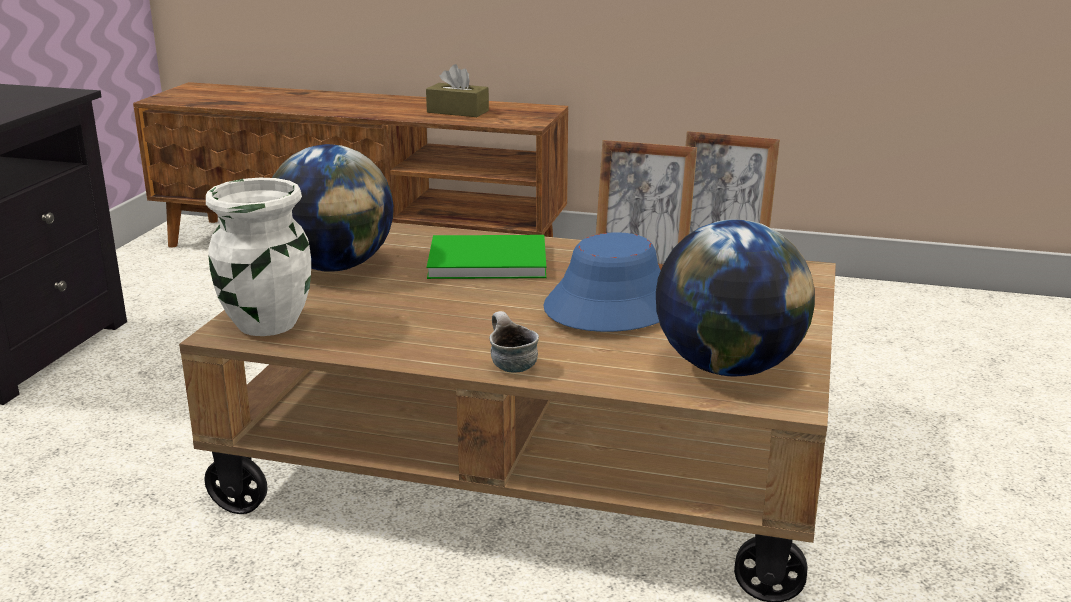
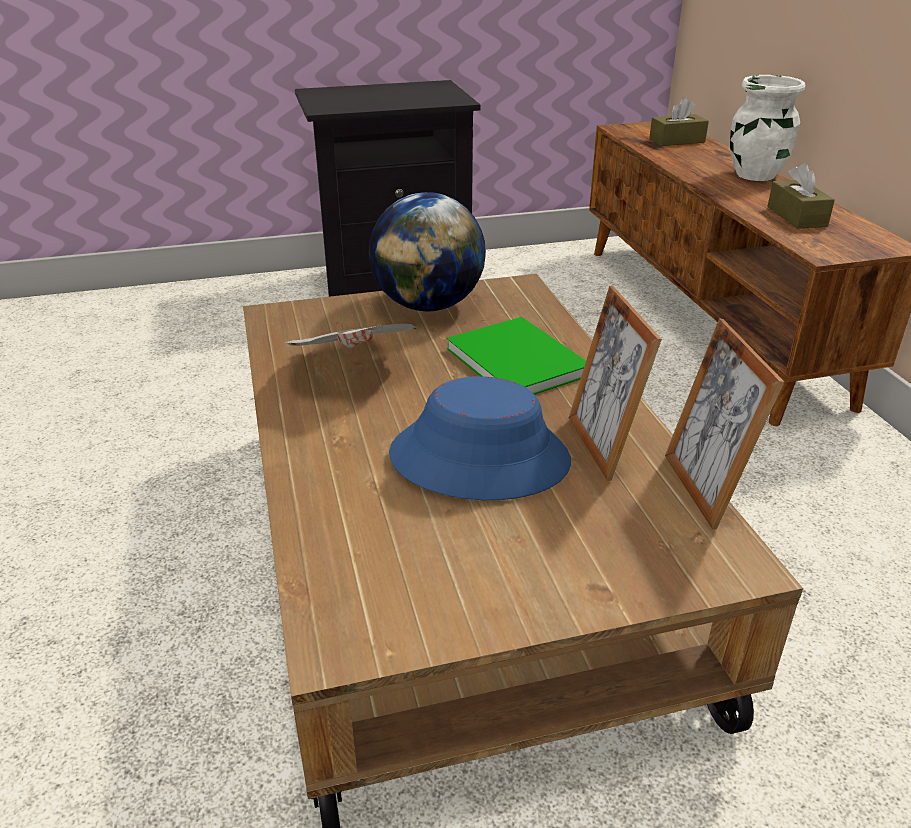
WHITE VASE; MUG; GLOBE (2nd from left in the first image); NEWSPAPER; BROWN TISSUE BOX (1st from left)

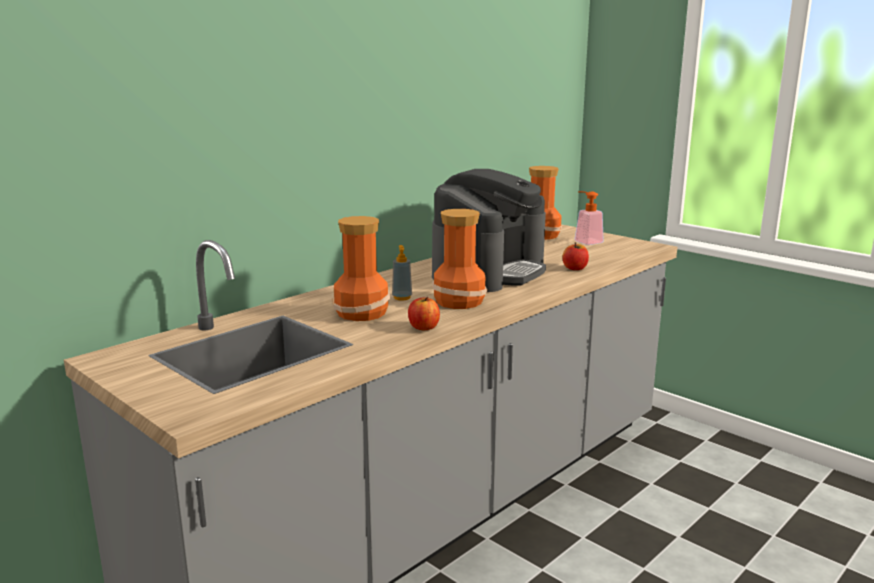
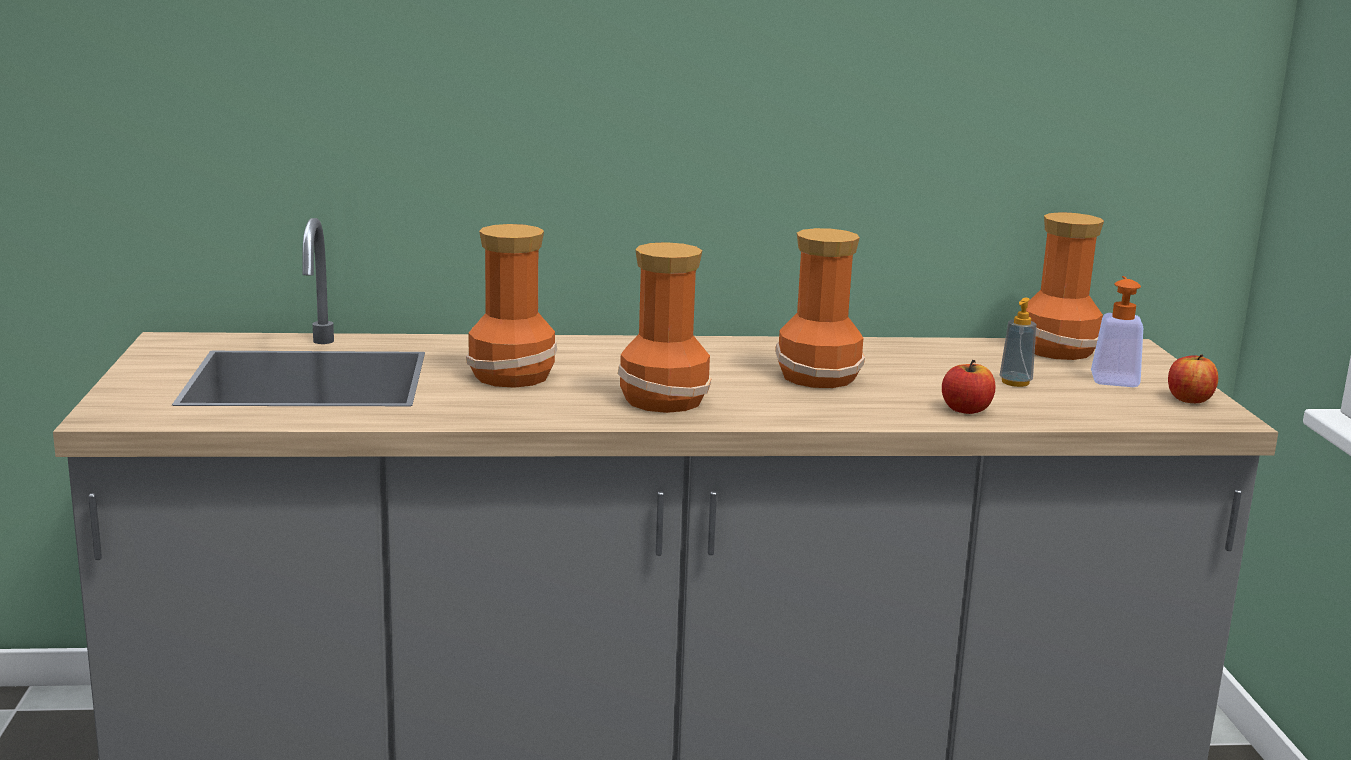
SOAP DISPENSER (1st from left); APPLE (2nd from left); VASE (3rd from left)

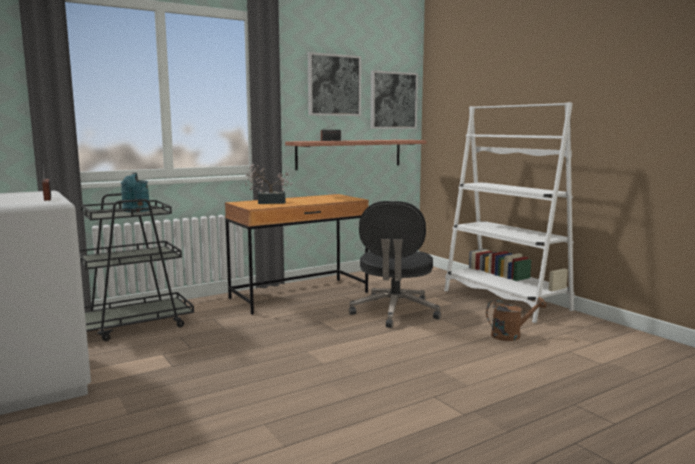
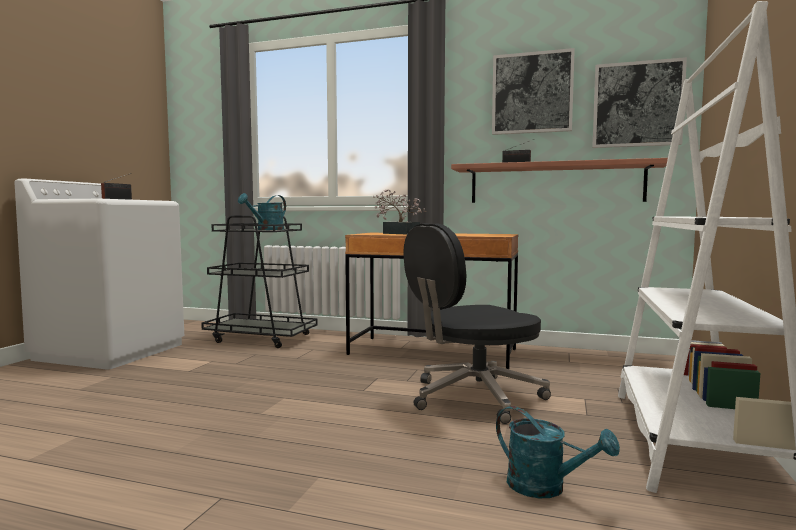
TURQUOISE WATERING CAN (2nd from left)

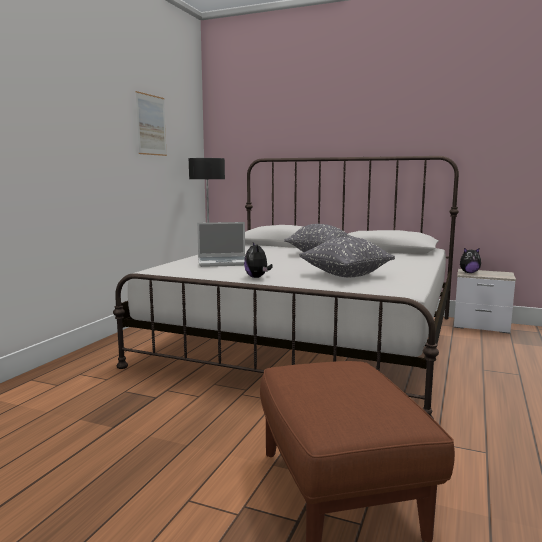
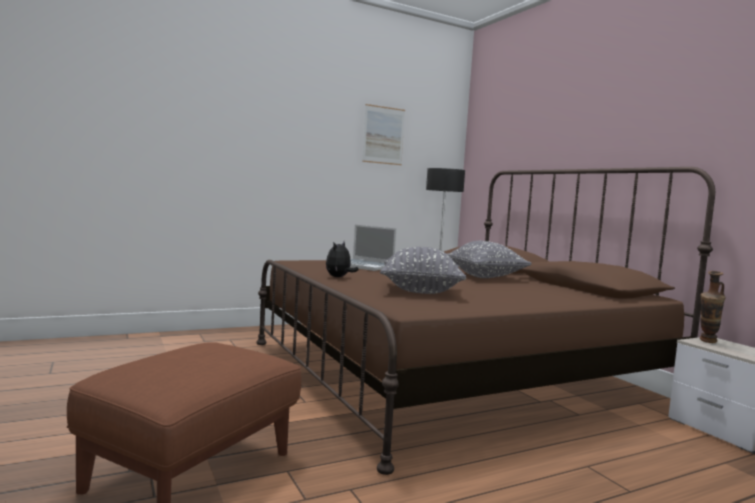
BROWN BED; VASE

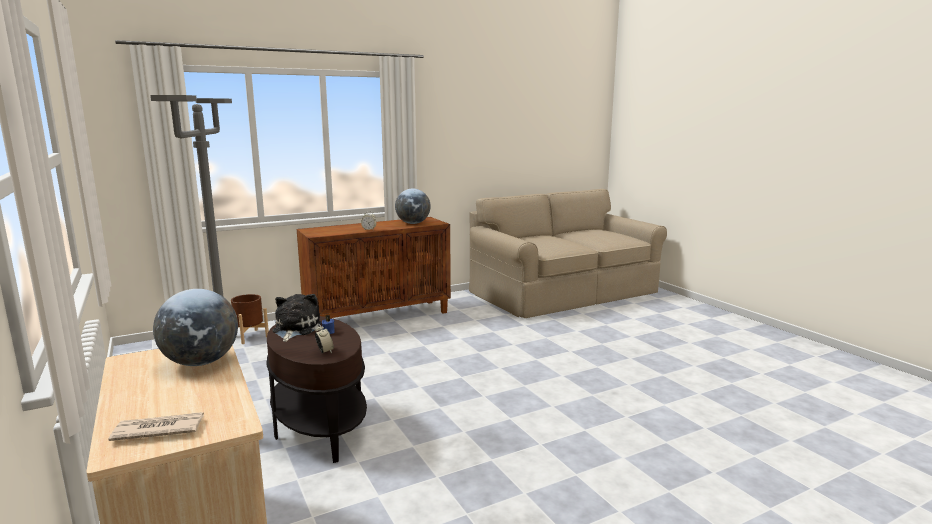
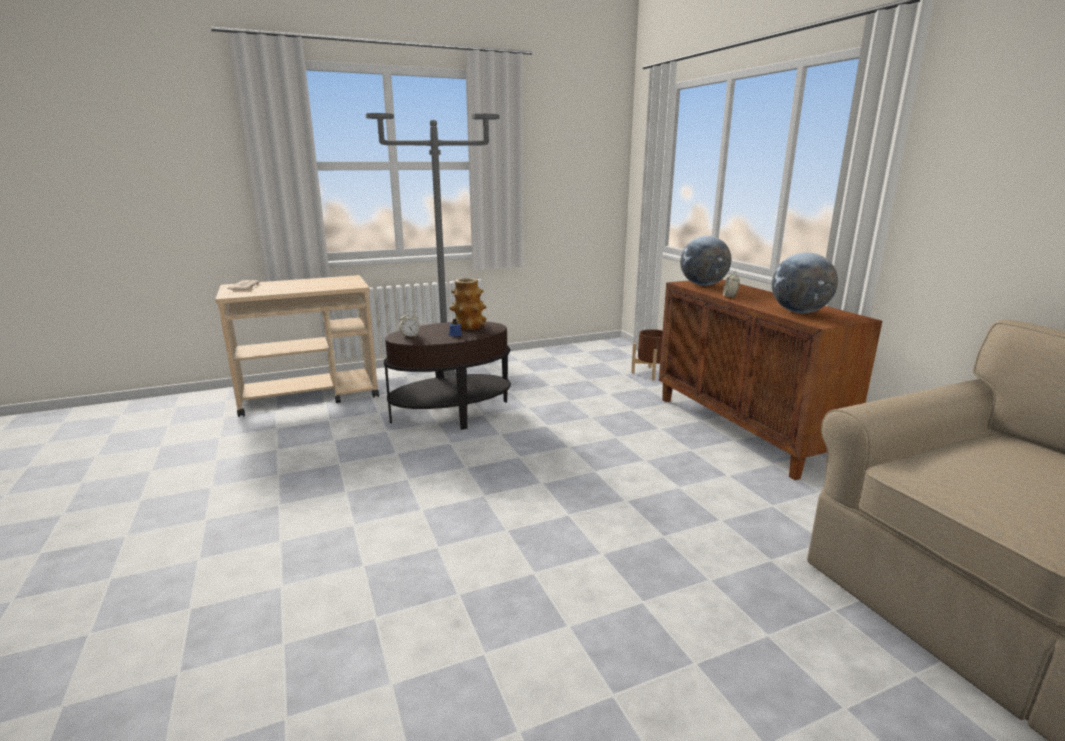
GLOBE (1st from left); VASE

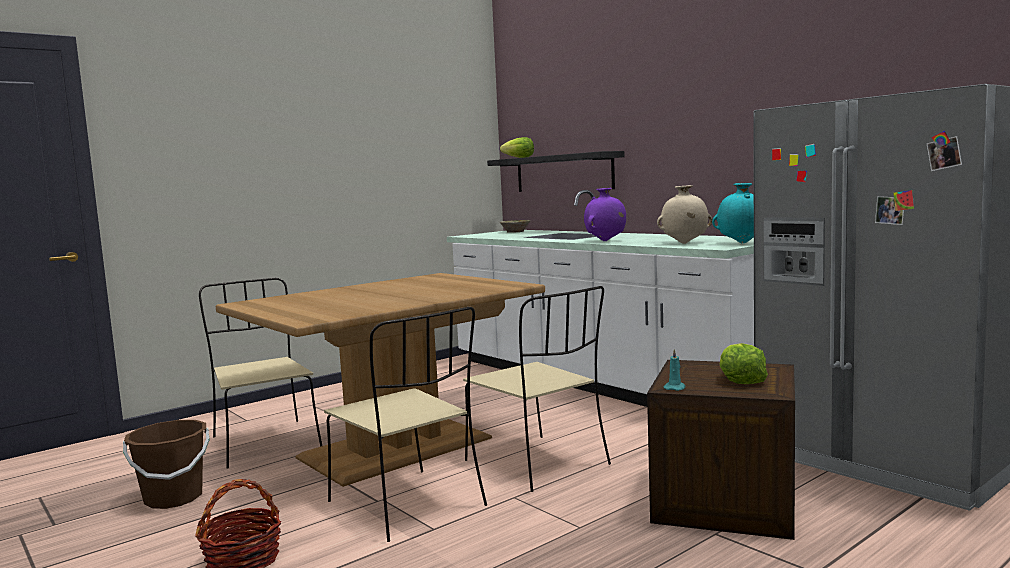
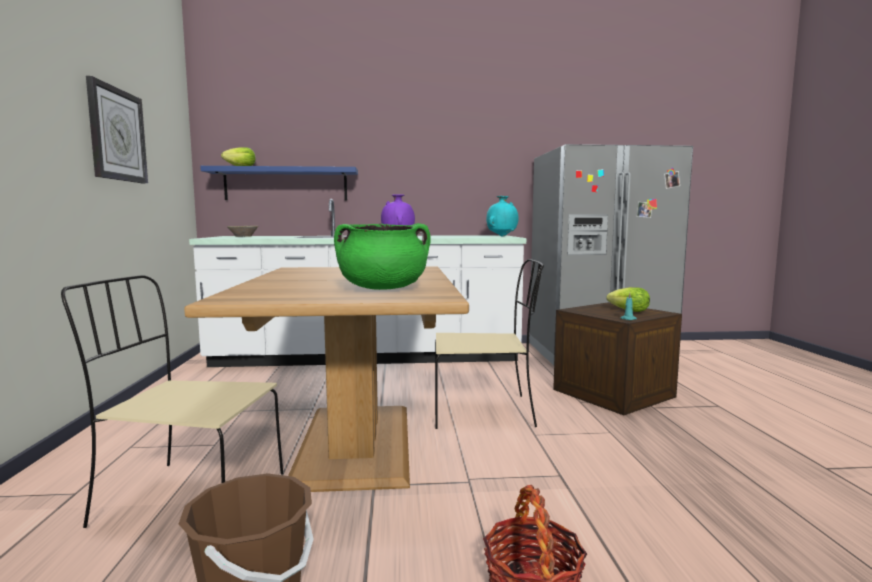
BEIGE CHAIR (2nd from left in the first image); BLUE SHELF; BEIGE VASE; WALL CLOCK; GREEN COOKING POT

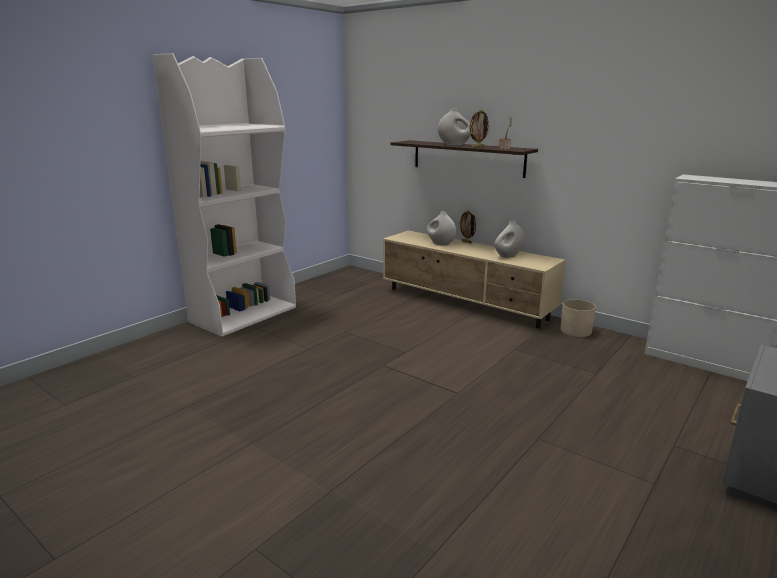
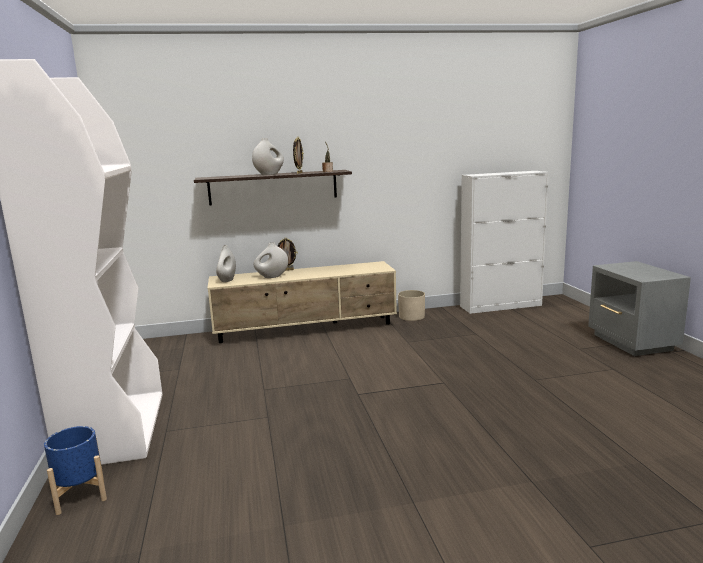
WHITE VASE (1st from left); BLUE PLANTER

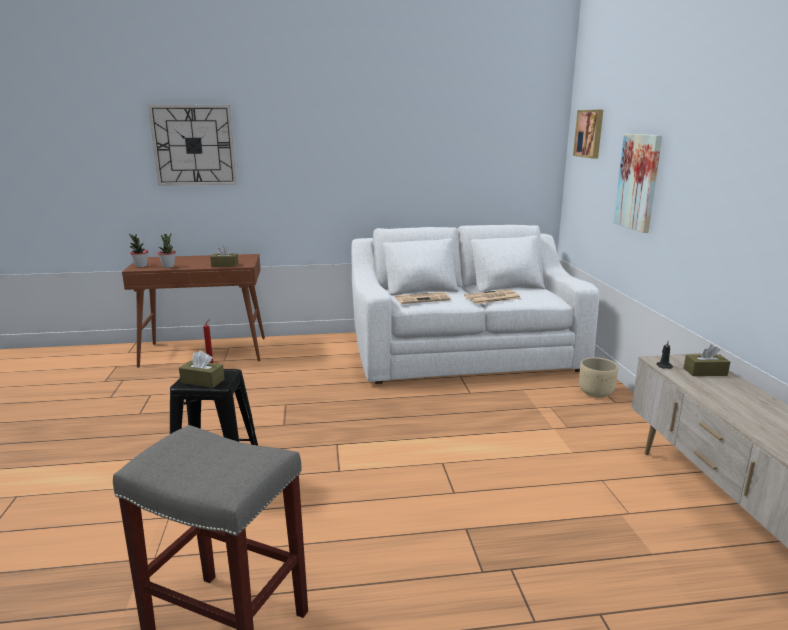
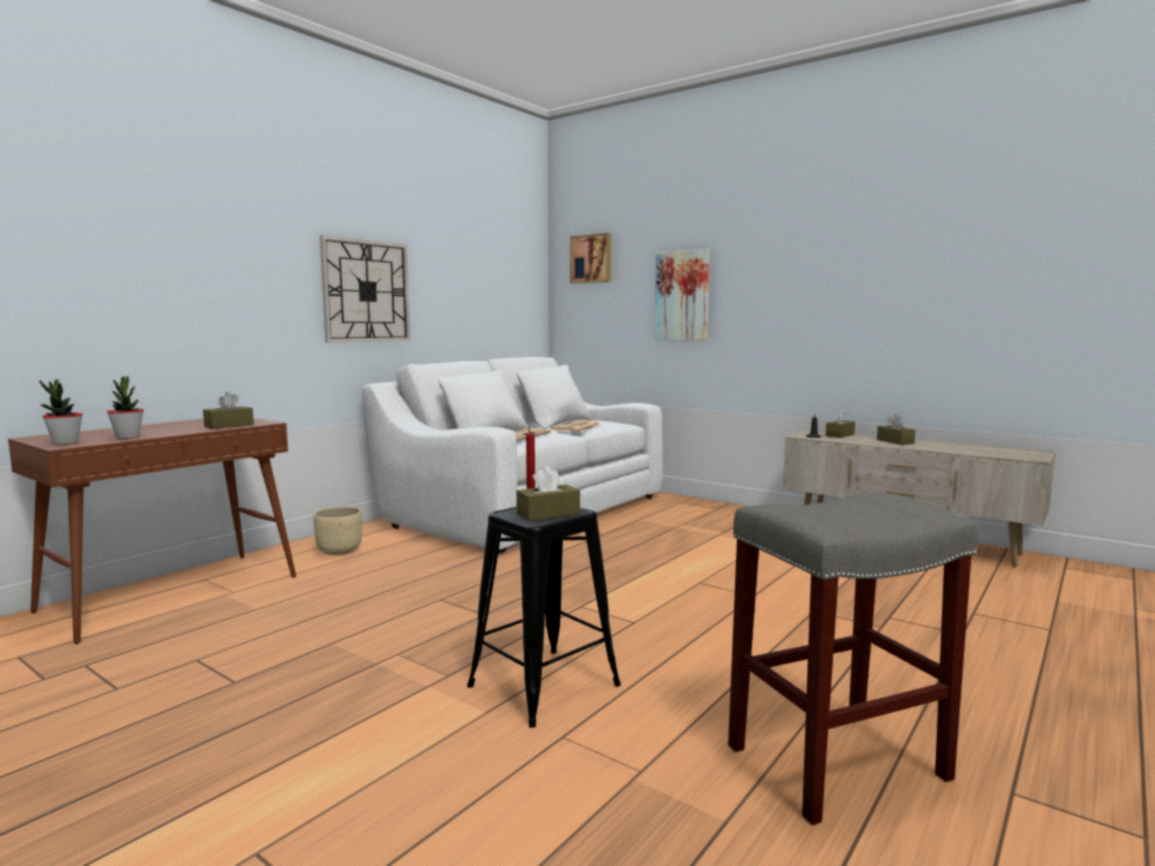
WALL CLOCK; BEIGE PLANTER; BROWN TISSUE BOX (4th from left)

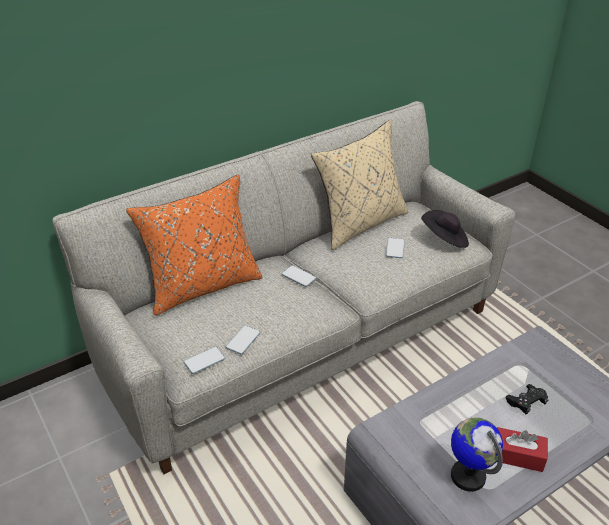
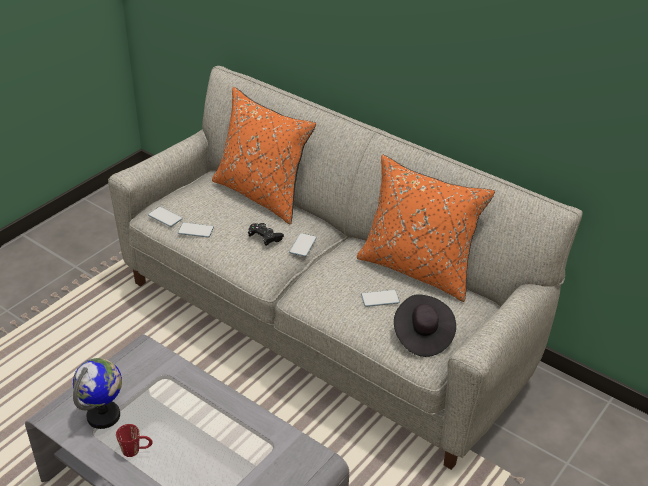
ORANGE PILLOW (2nd from left); RED MUG; BLACK GAME CONTROLLER

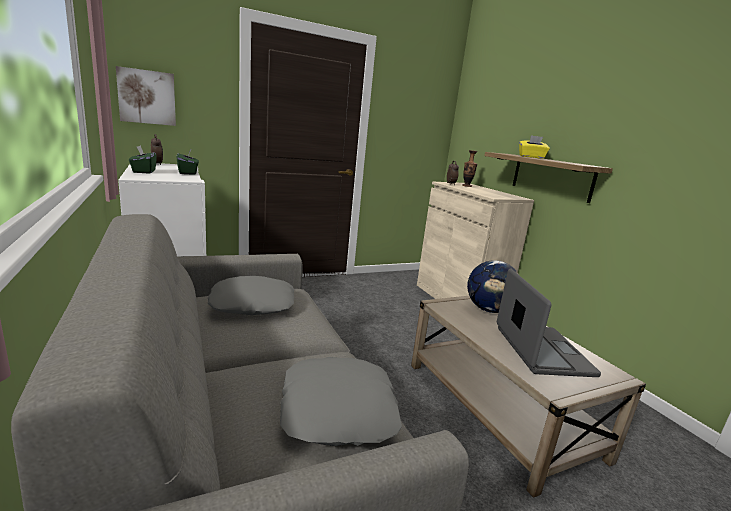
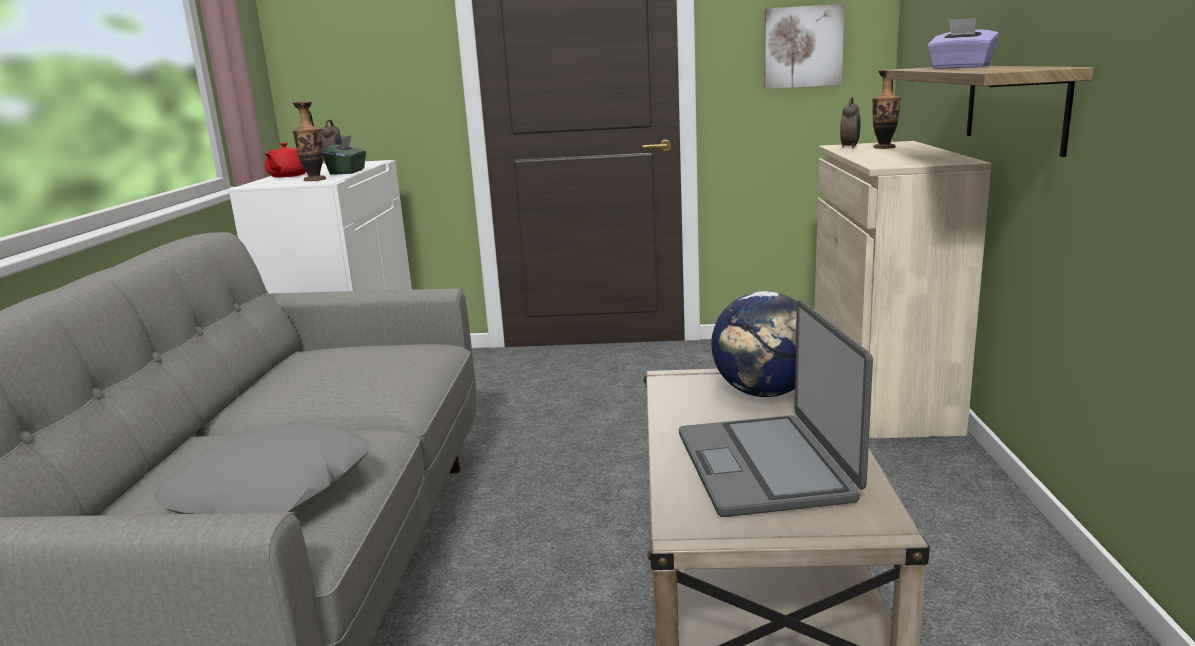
PICTURE; RED TEAPOT; GREY PILLOW (1st from left in the first image); LAPTOP; PURPLE TISSUE BOX; VASE (1st from left)

